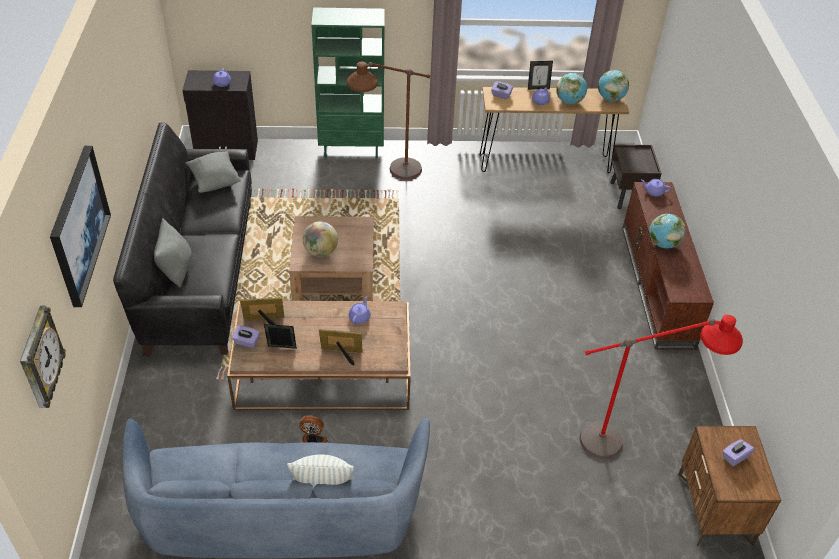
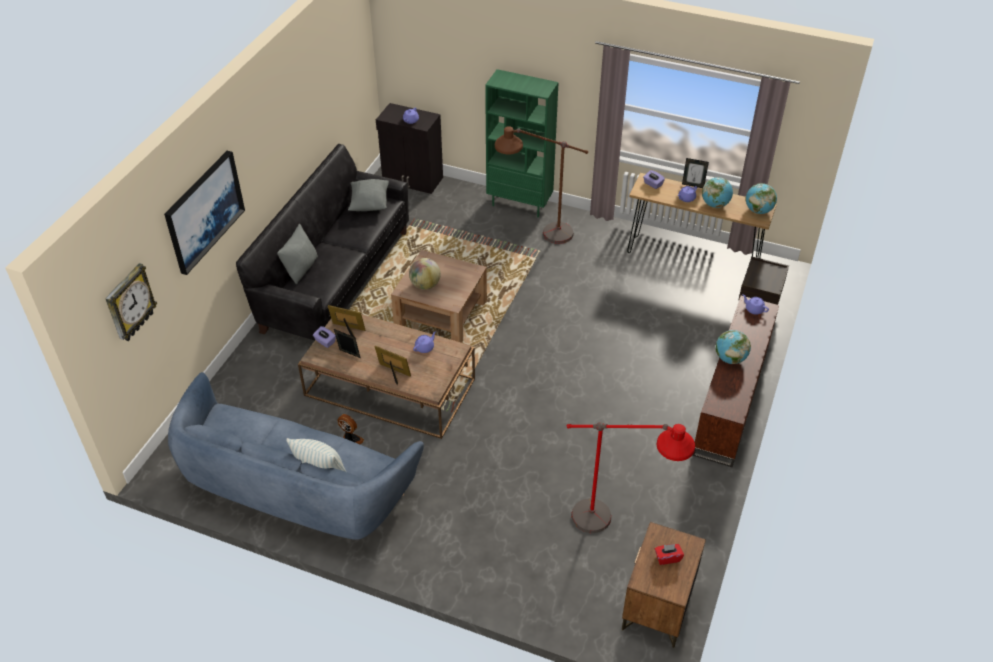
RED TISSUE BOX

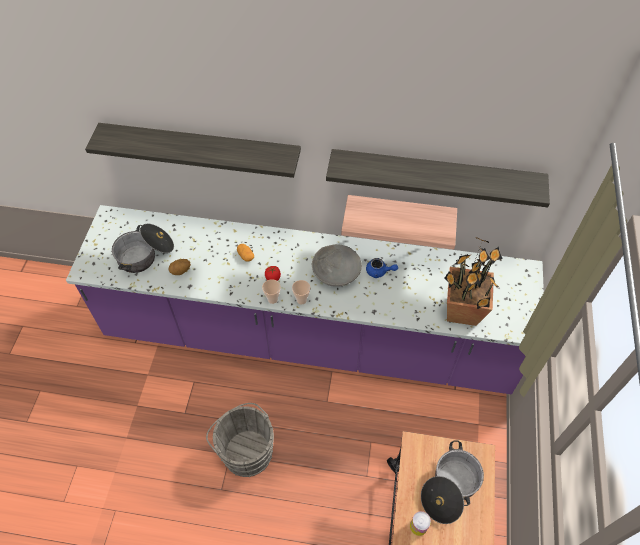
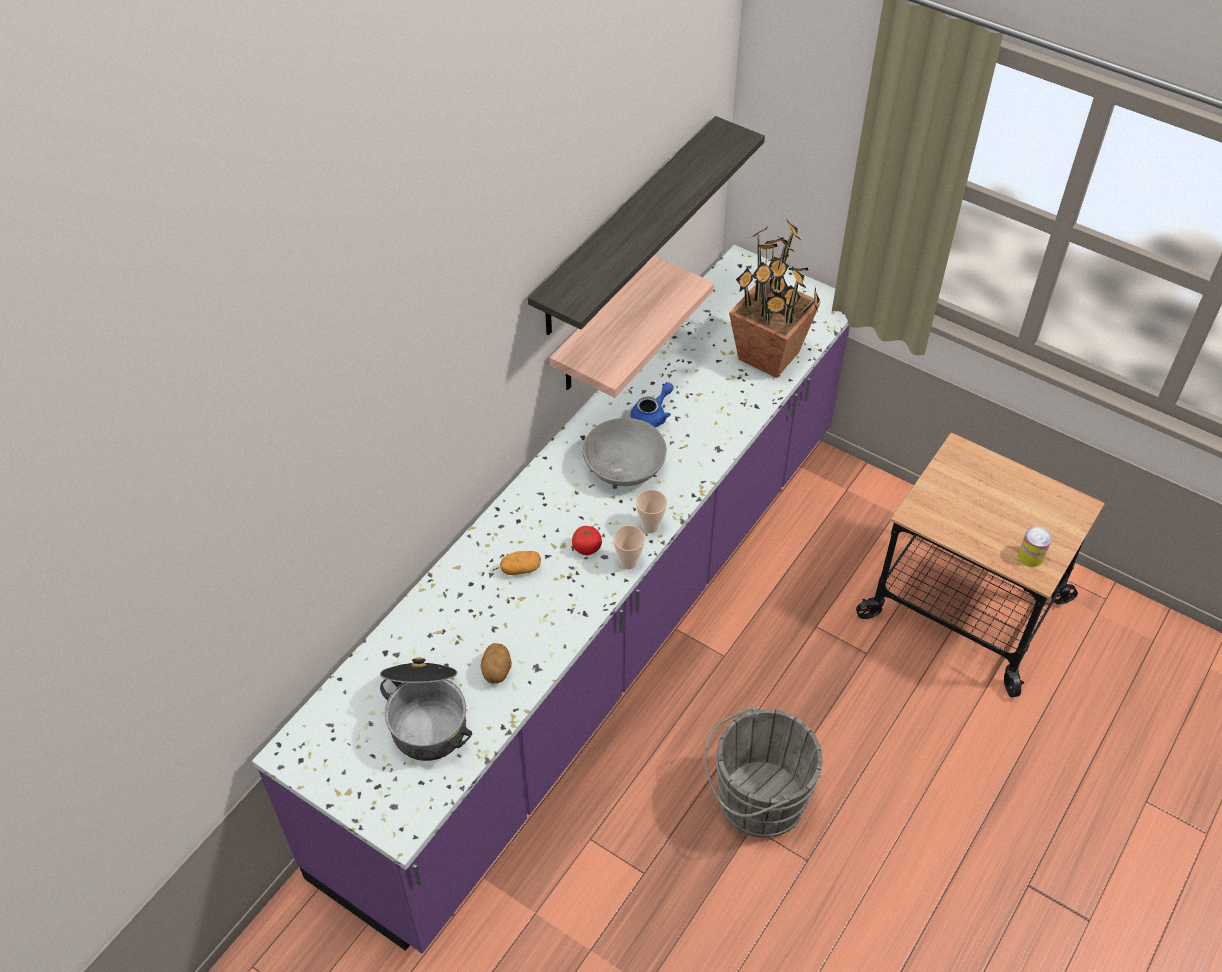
SHELF (1st from left in the first image); COOKING POT (2nd from left in the first image)

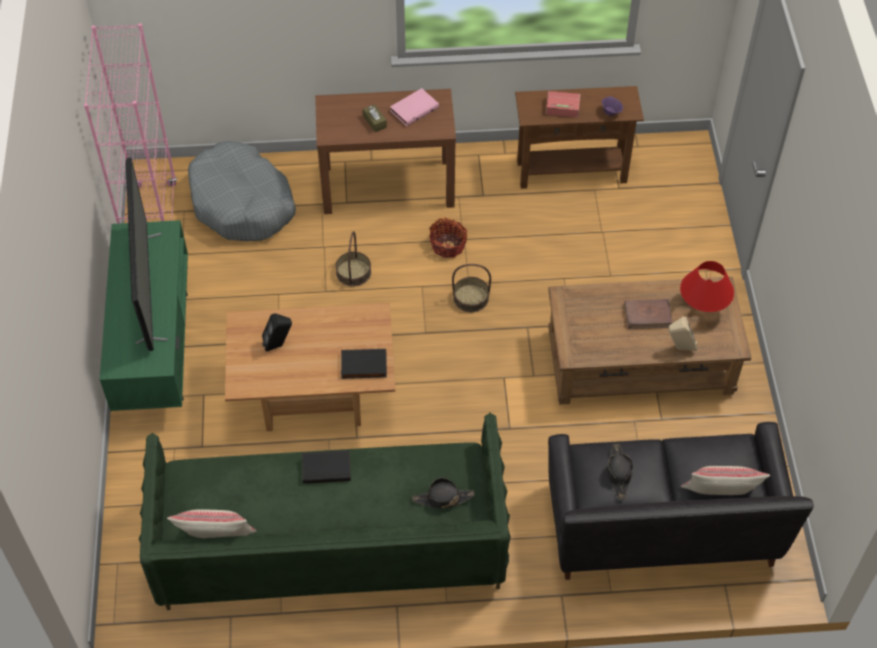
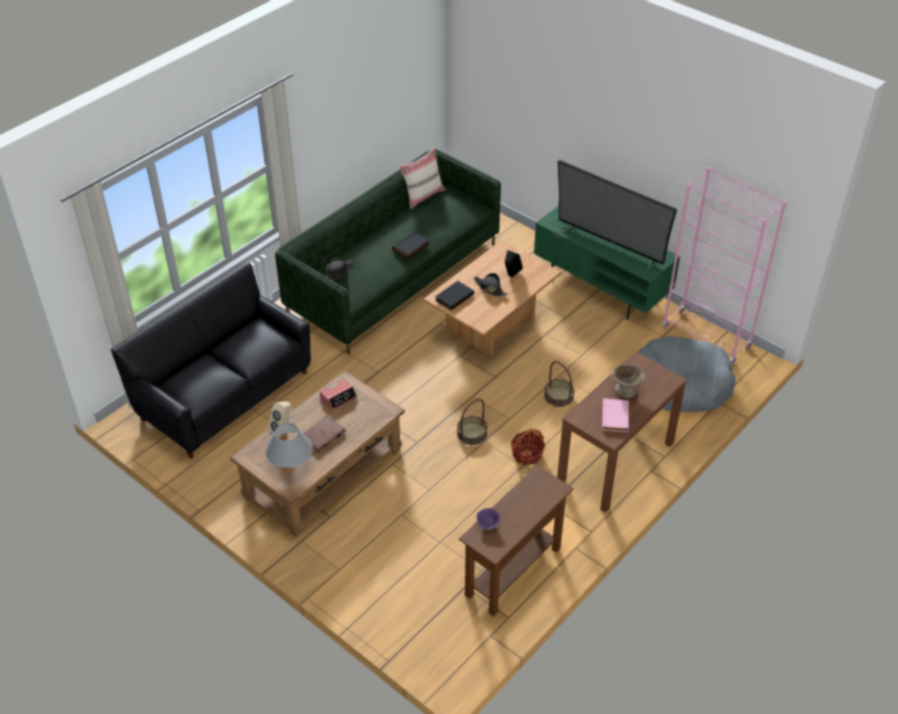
BEIGE BOWL; ALARM CLOCK; BLACK HAT (2nd from left); GREY TABLE LAMP; BEIGE PILLOW (2nd from left in the first image)

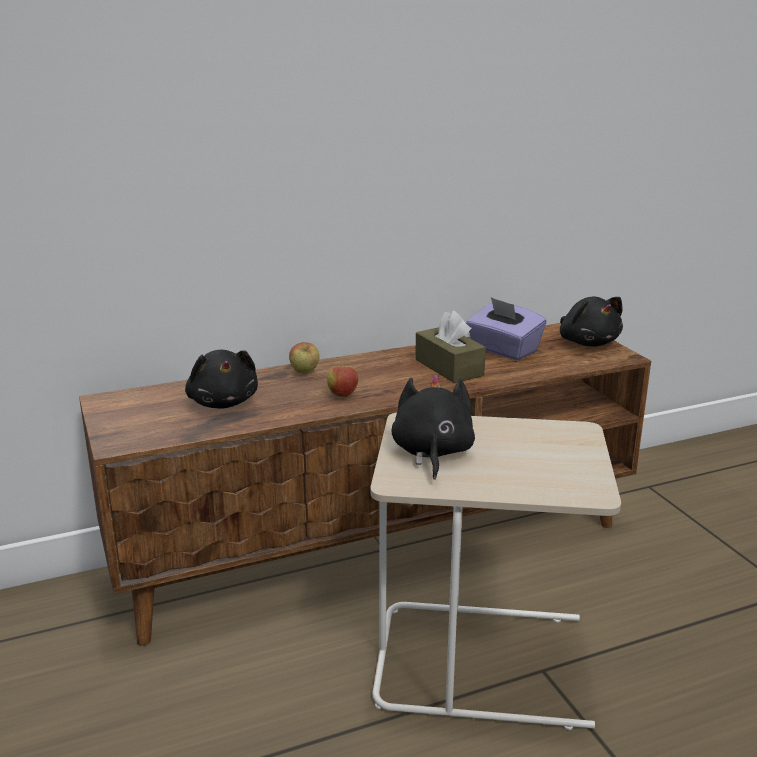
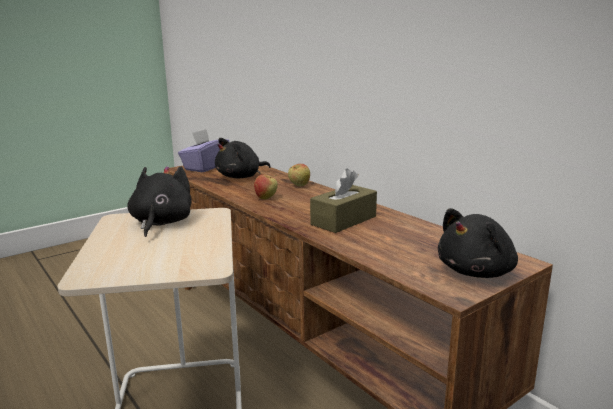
BLACK PLUSH TOY (1st from left); PURPLE TISSUE BOX

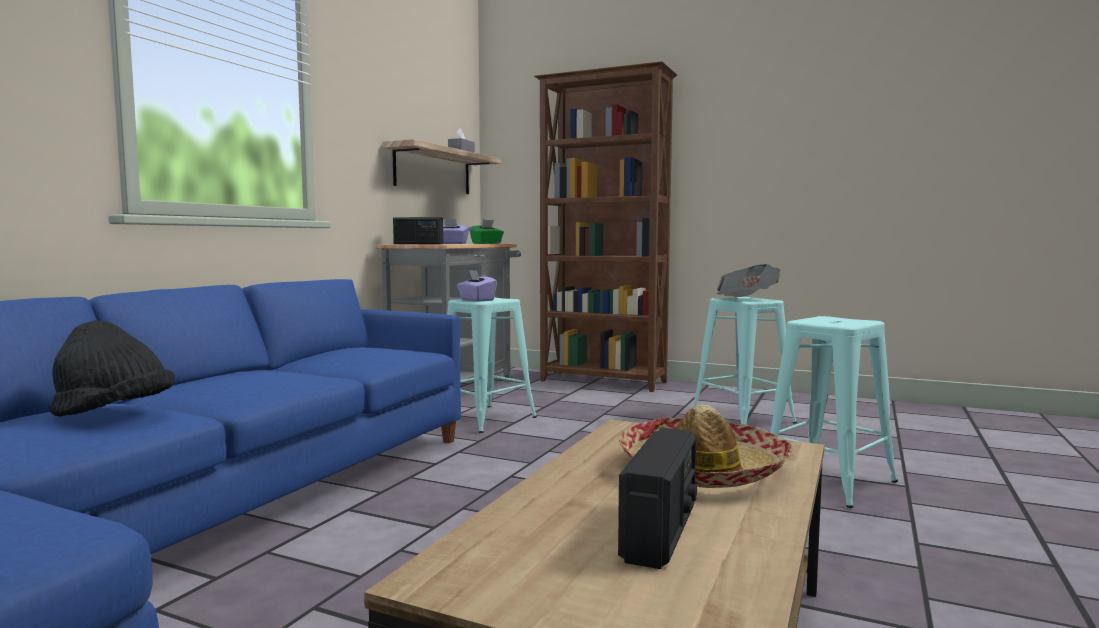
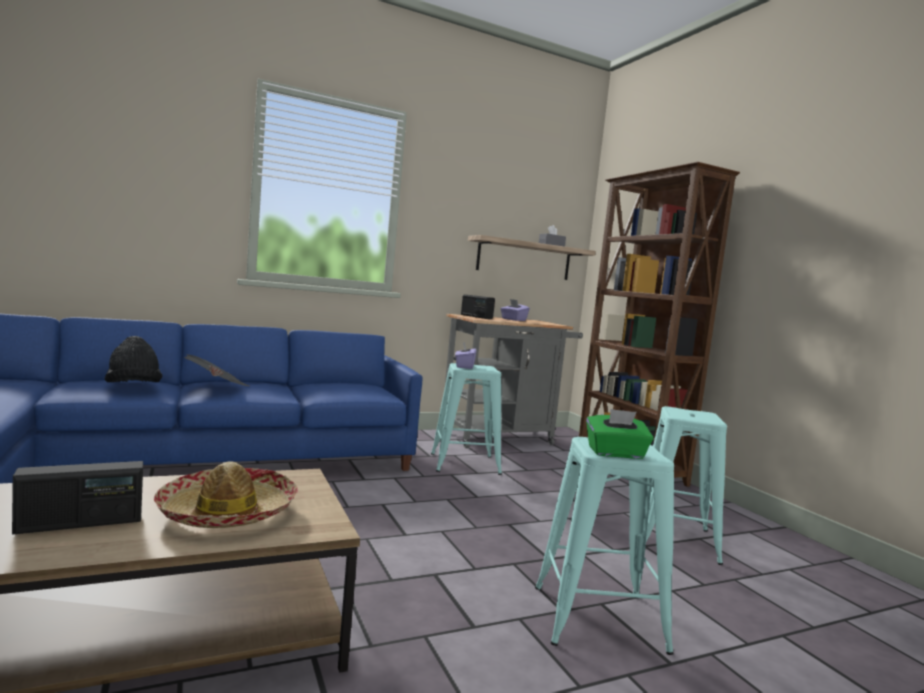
GREEN TISSUE BOX; NEWSPAPER

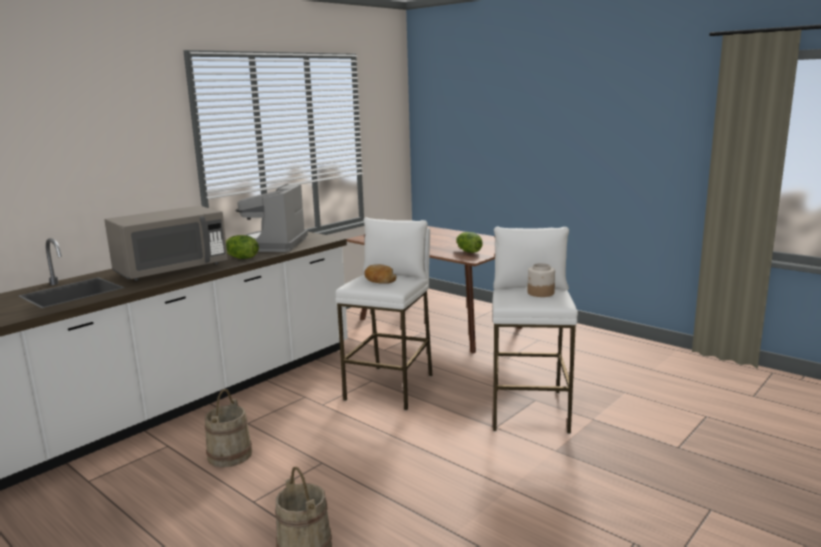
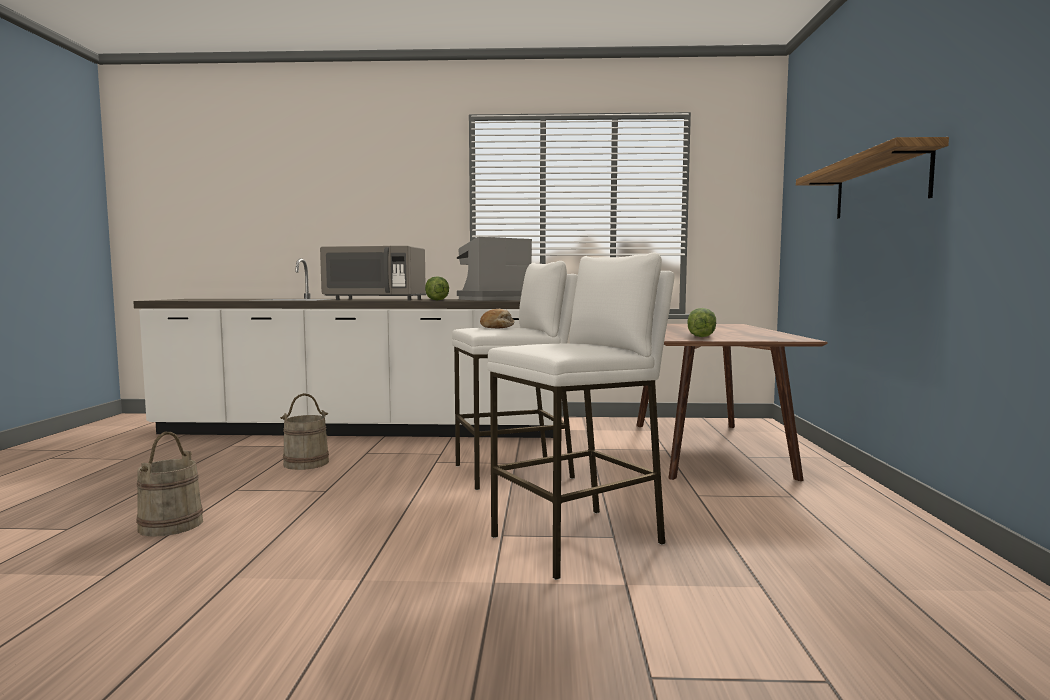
JAR; SHELF

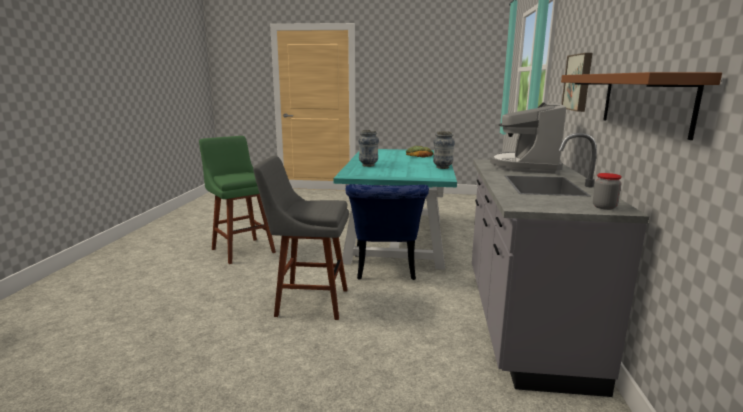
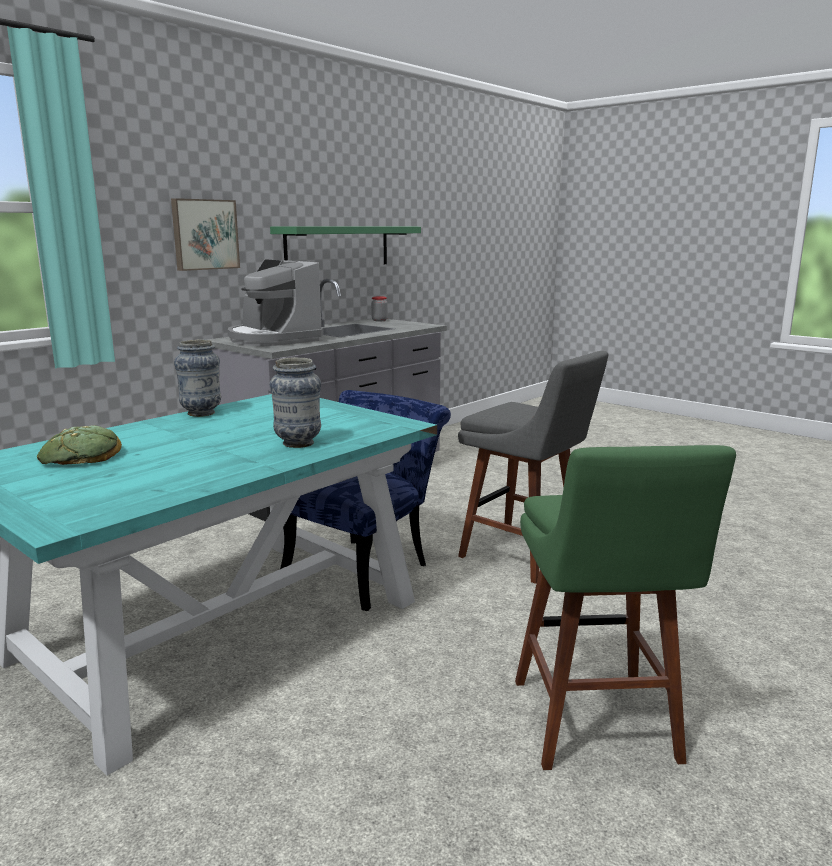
COFFEE MACHINE; GREEN SHELF

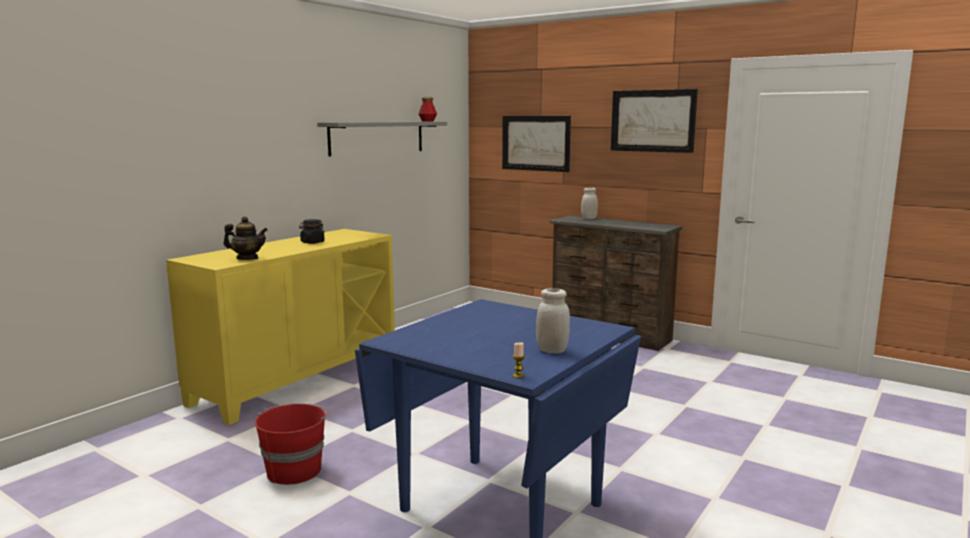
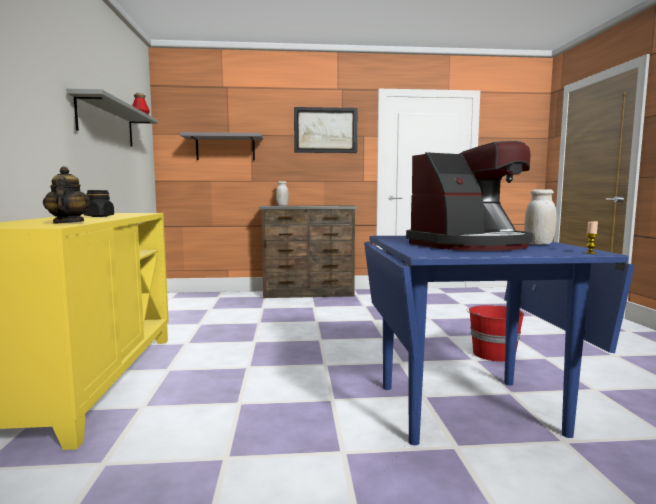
TEAPOT; RED BUCKET; GREY SHELF (2nd from left); COFFEE MACHINE

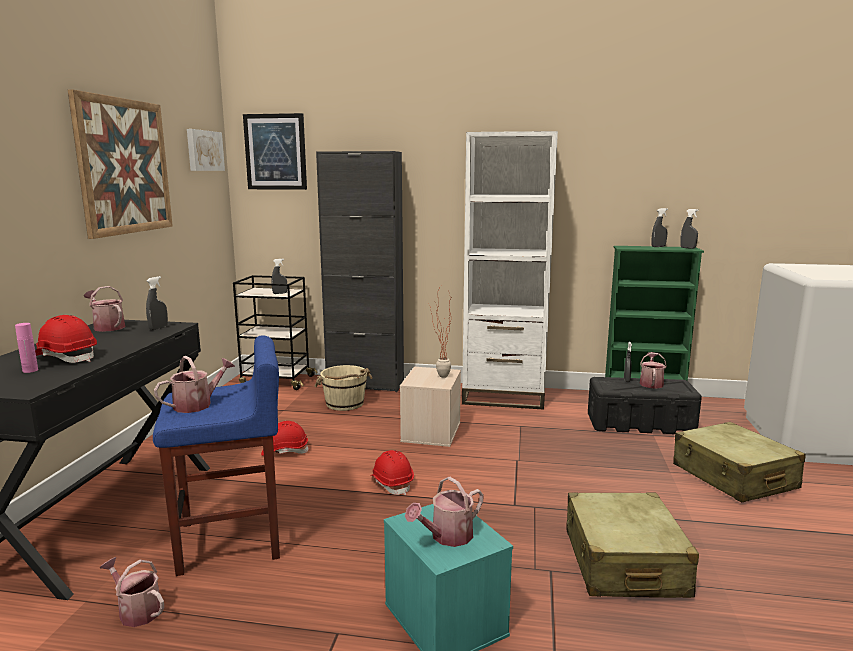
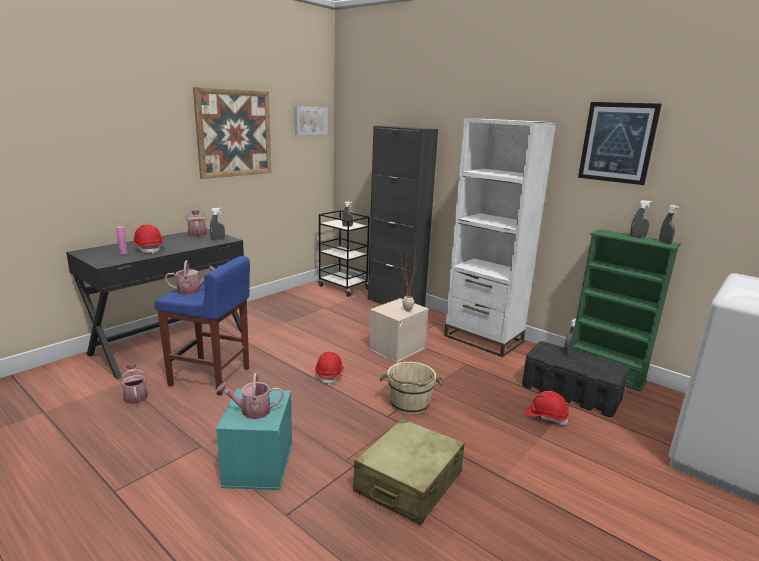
PICTURE (3rd from left); RED HARD HAT (3rd from left); BEIGE BUCKET; WATERING CAN (5th from left in the first image); BEIGE SUITCASE (2nd from left in the first image)

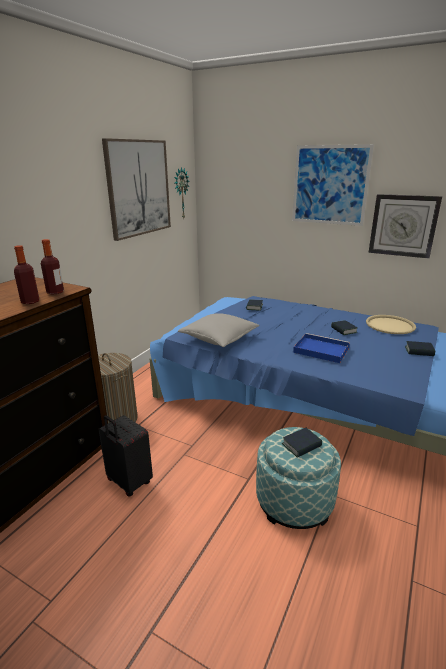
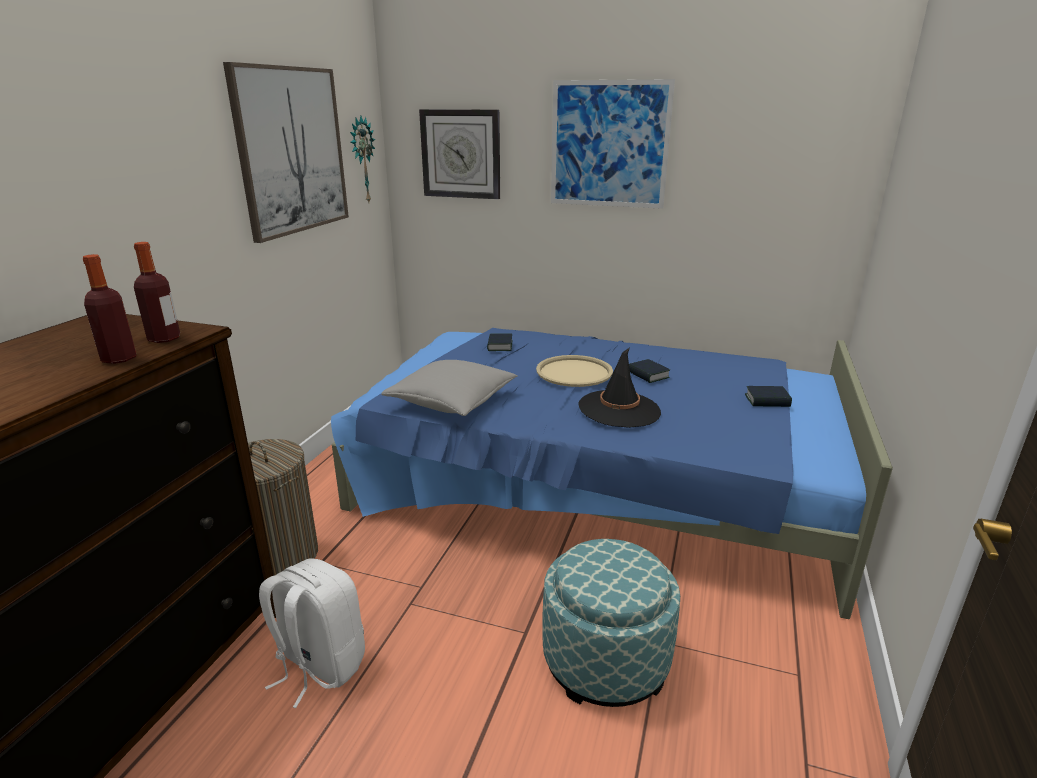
WHITE BACKPACK; BOOK (2nd from left in the first image); BLACK HAT; BEIGE TRAY; WALL CLOCK (2nd from left)

